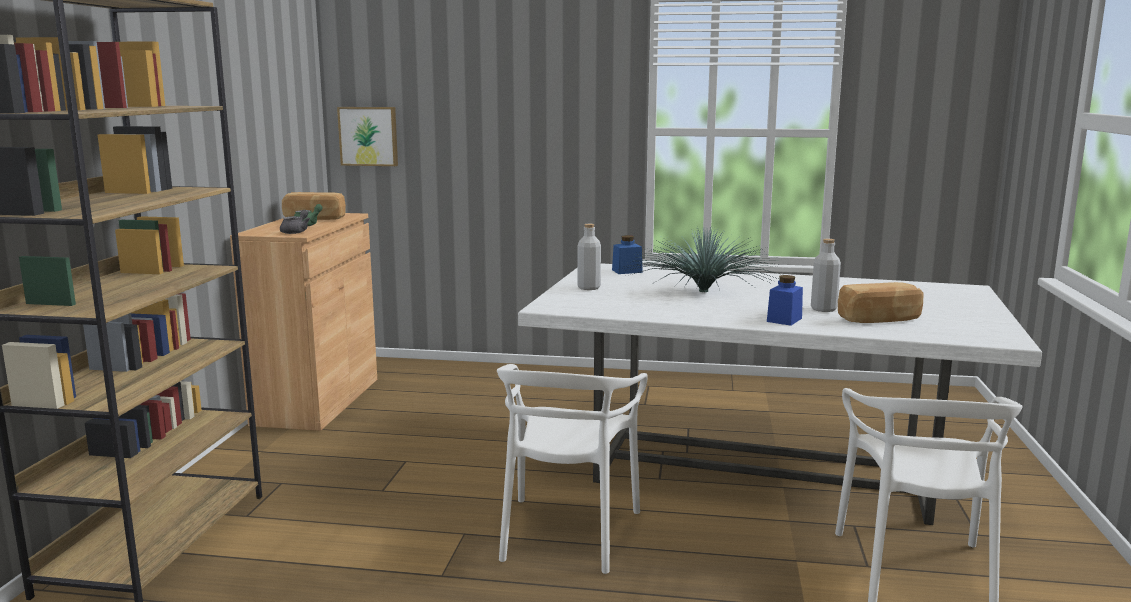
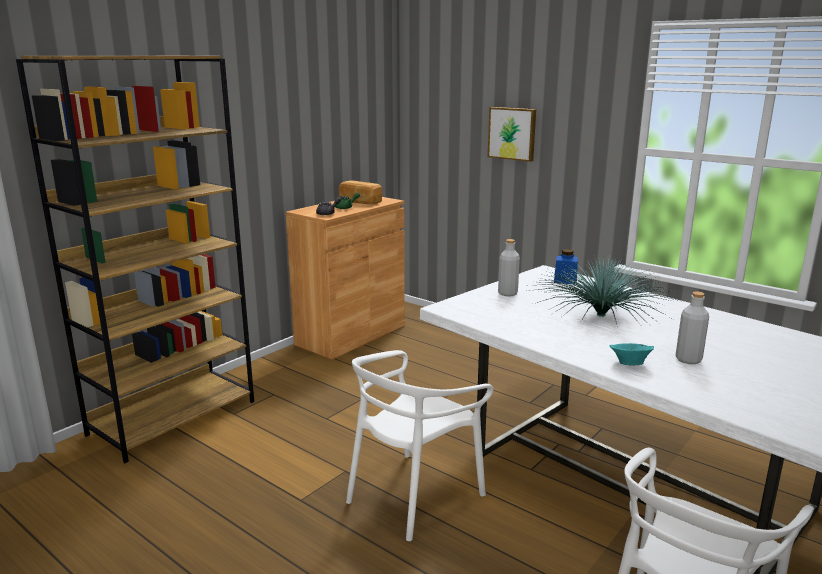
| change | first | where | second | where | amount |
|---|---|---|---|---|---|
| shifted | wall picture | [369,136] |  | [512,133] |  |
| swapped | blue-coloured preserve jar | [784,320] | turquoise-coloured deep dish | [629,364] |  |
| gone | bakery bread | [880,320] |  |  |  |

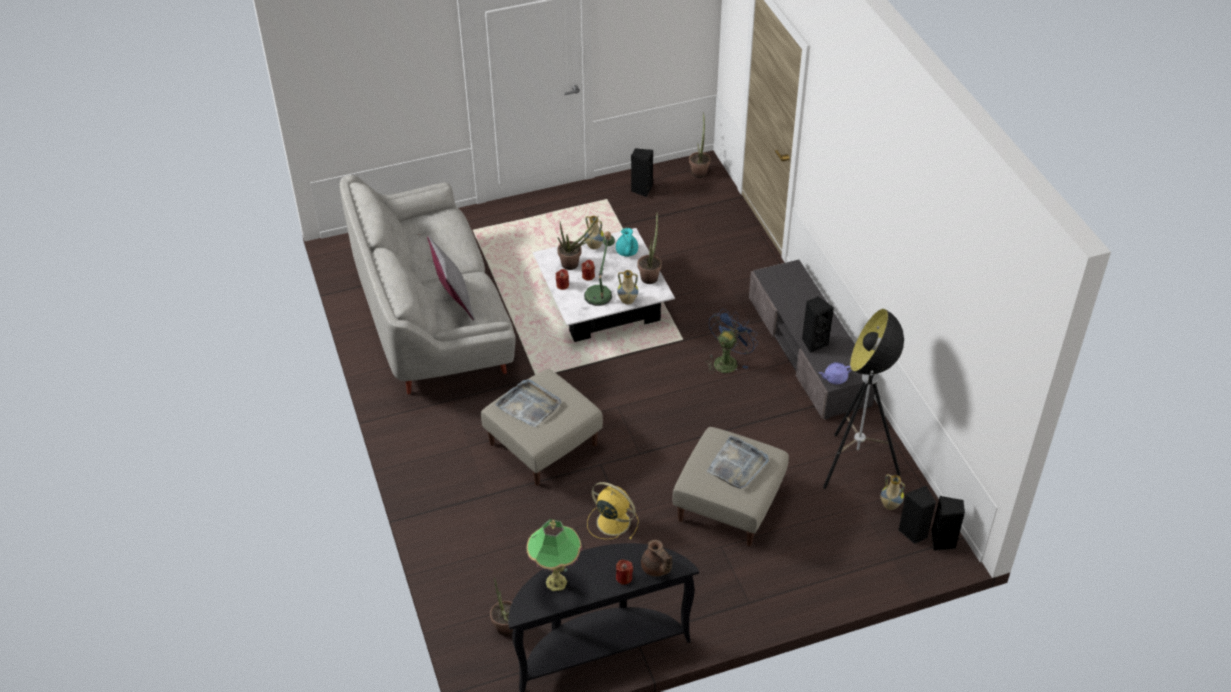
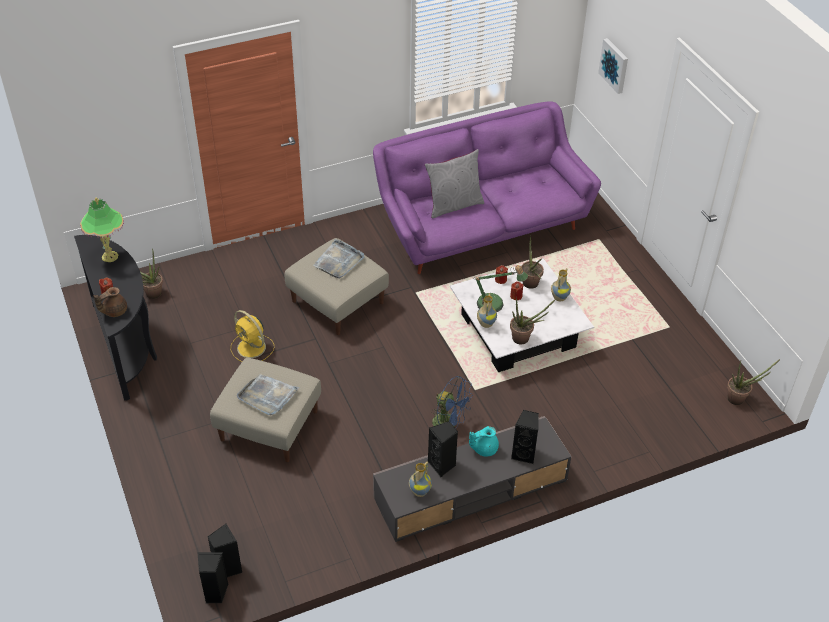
| change | first | where | second | where | amount |
|---|---|---|---|---|---|
| repainted | gray sofa | [433,316] | purple sofa | [482,226] |  |
| rotated | yellowish fan | [612,521] |  | [252,348] | 105 degrees clockwise |
| shifted | turquoise-coloured pot for tea | [627,252] |  | [484,448] |  |
| shifted | black-coloured audio speaker | [641,189] |  | [524,454] |  |
| gone | purple pot for tea | [835,378] |  |  |  |
| gone | floor lamp | [855,466] |  |  |  |
| shifted | decorative vase | [889,505] |  | [419,491] |  |
| new |  |  | wall picture | [614,65] |  |

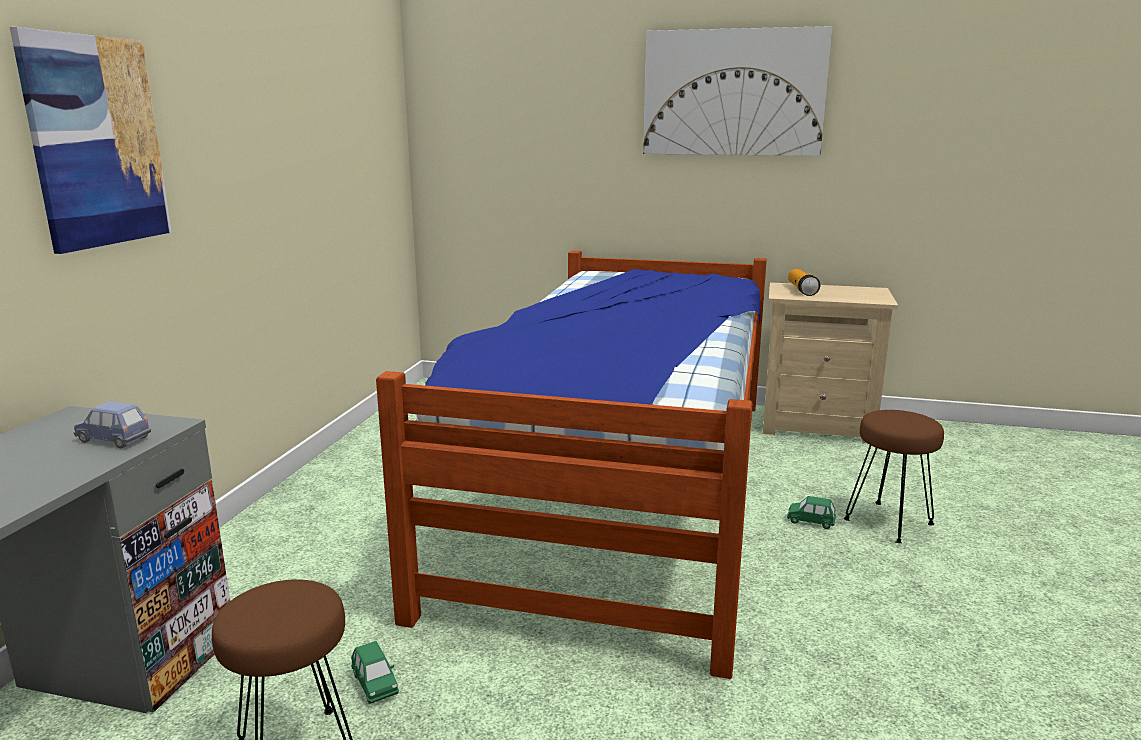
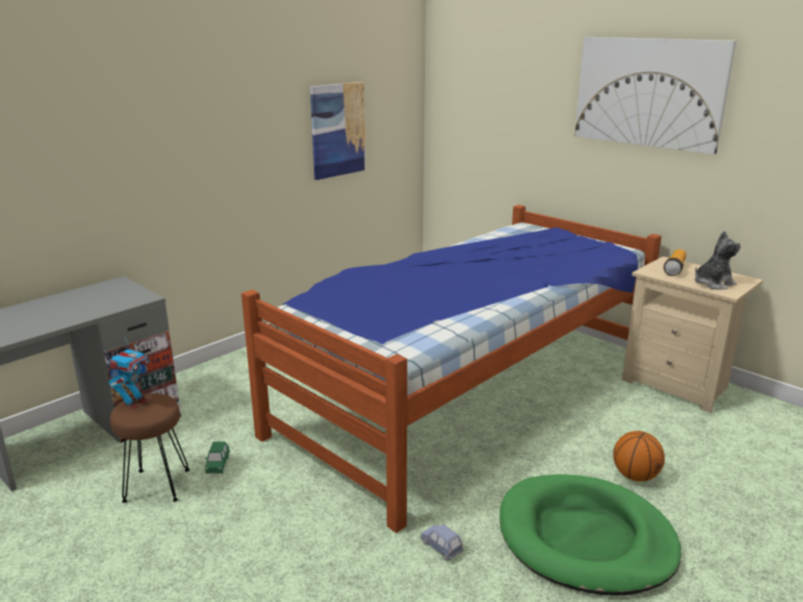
| change | first | where | second | where | amount |
|---|---|---|---|---|---|
| shifted | wall picture | [96,142] |  | [338,130] |  |
| shifted | blue-coloured miniature car | [114,440] |  | [441,547] |  |
| gone | green-coloured miniature car | [810,521] |  |  |  |
| swapped | brown sitting stool | [889,522] | basketball | [635,476] |  |
| new |  |  | robot figure | [134,403] |  |
| new |  |  | green-coloured pet bed | [585,539] |  |
| new |  |  | soft toy | [712,283] |  |

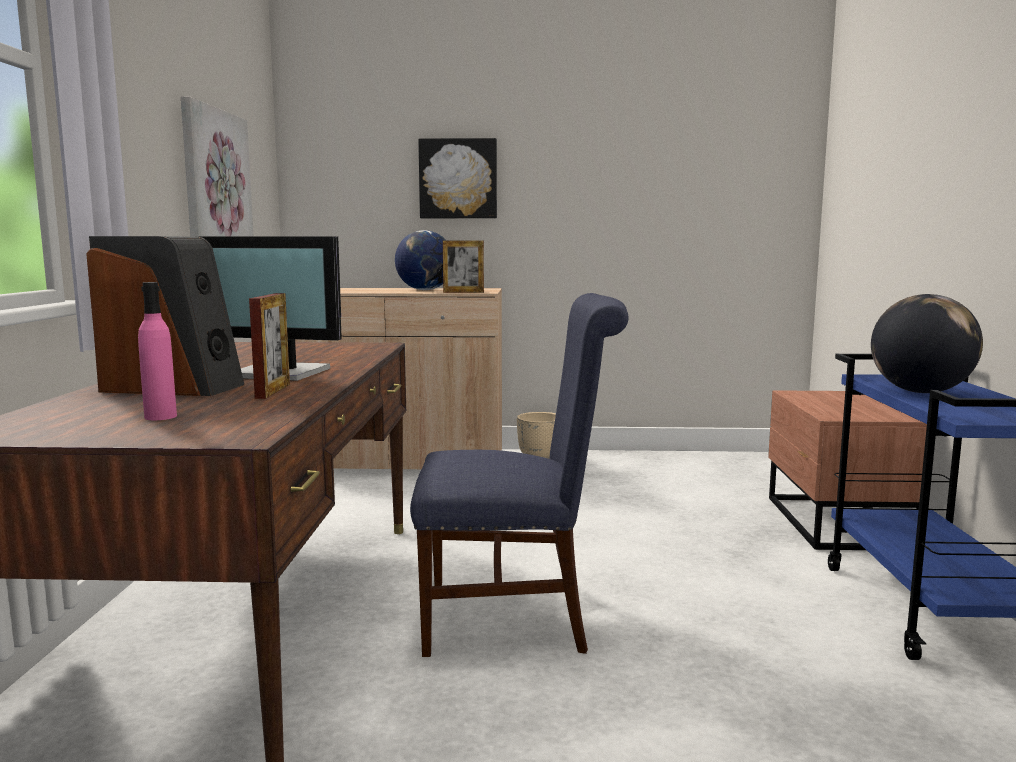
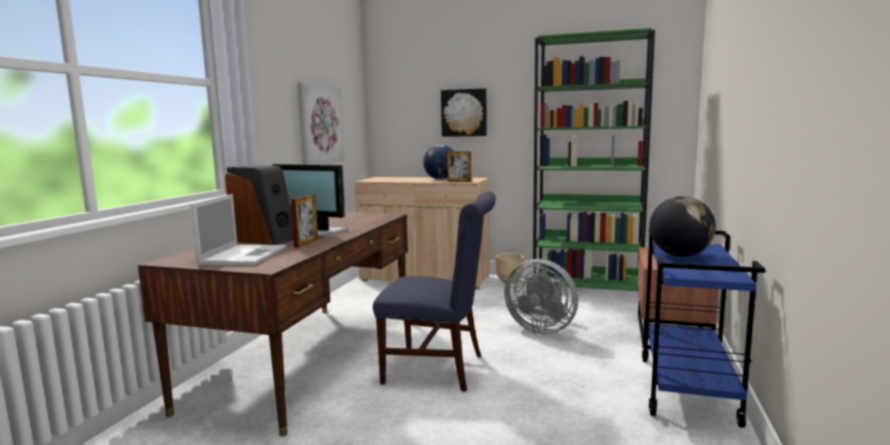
| change | first | where | second | where | amount |
|---|---|---|---|---|---|
| swapped | pink-coloured beverage bottle | [160,417] | portable computer | [244,255] |  |
| new |  |  | gray fan | [541,328] |  |
| new |  |  | green-coloured bookcase | [587,288] |  |

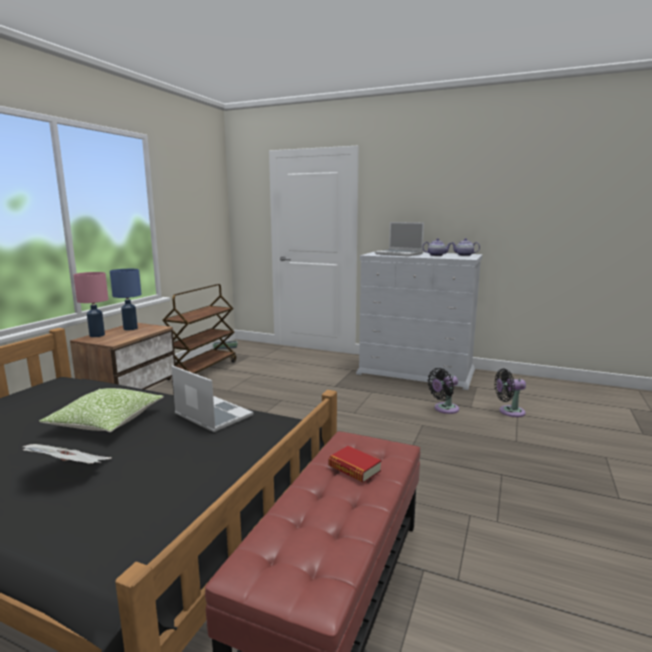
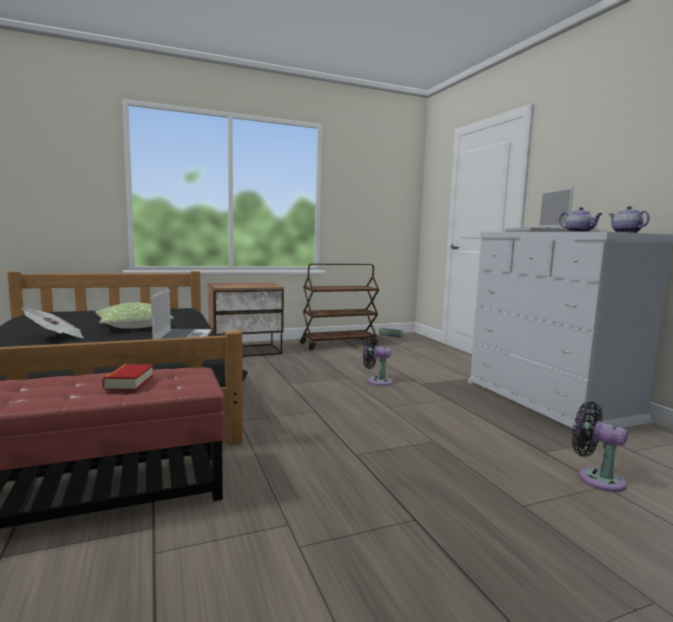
| change | first | where | second | where | amount |
|---|---|---|---|---|---|
| gone | pink-coloured table lamp | [97,335] |  |  |  |
| gone | blue-coloured table lamp | [131,328] |  |  |  |
| shifted | black-coloured fan | [444,409] |  | [377,381] |  |

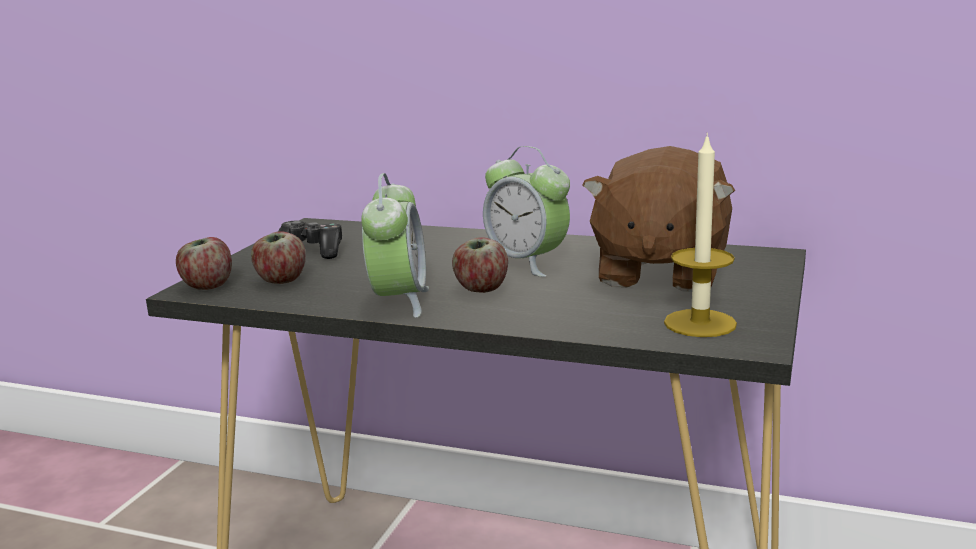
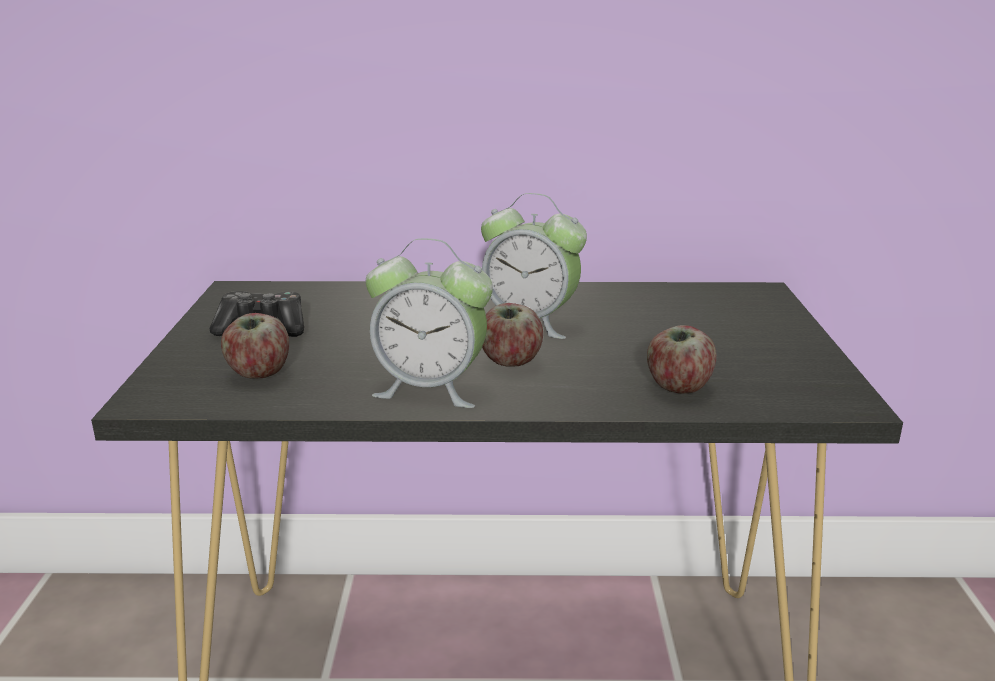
| change | first | where | second | where | amount |
|---|---|---|---|---|---|
| shifted | apple fruit | [207,286] |  | [678,387] |  |
| rotated | alarm clock | [399,302] |  | [431,389] | 120 degrees clockwise |
| gone | brown soft toy | [659,272] |  |  |  |
| gone | wax candle | [700,323] |  |  |  |

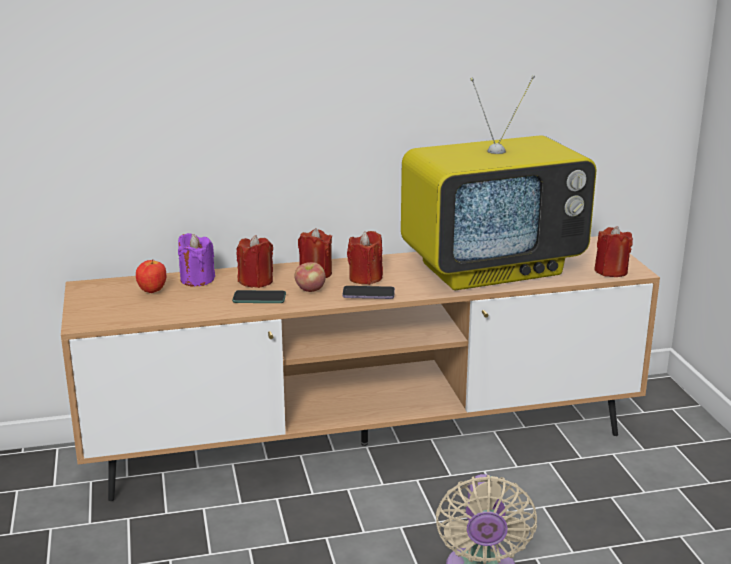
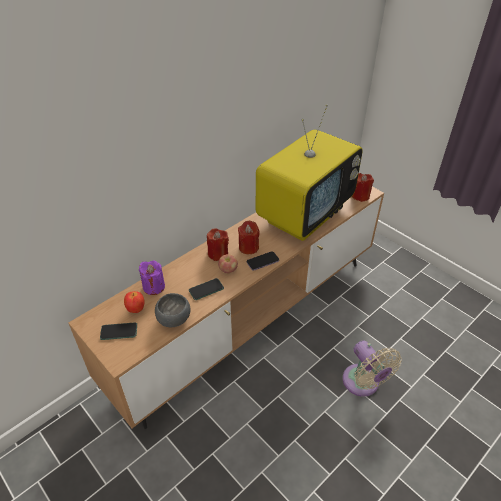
| change | first | where | second | where | amount |
|---|---|---|---|---|---|
| gone | red wax candle | [256,281] |  |  |  |
| new |  |  | telephone | [119,331] |  |
| new |  |  | gray deep dish | [175,319] |  |

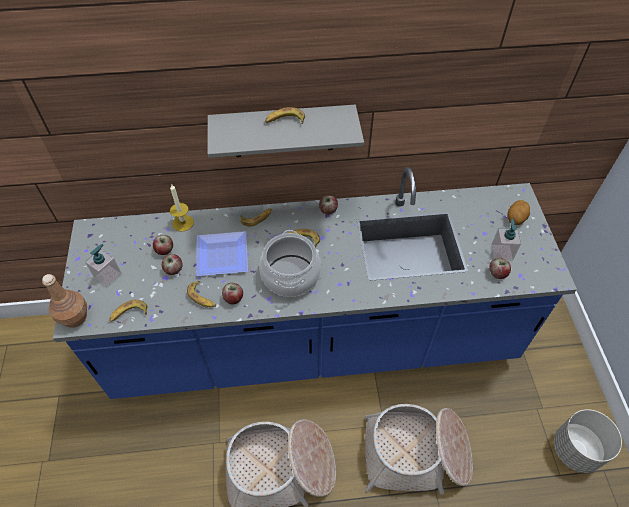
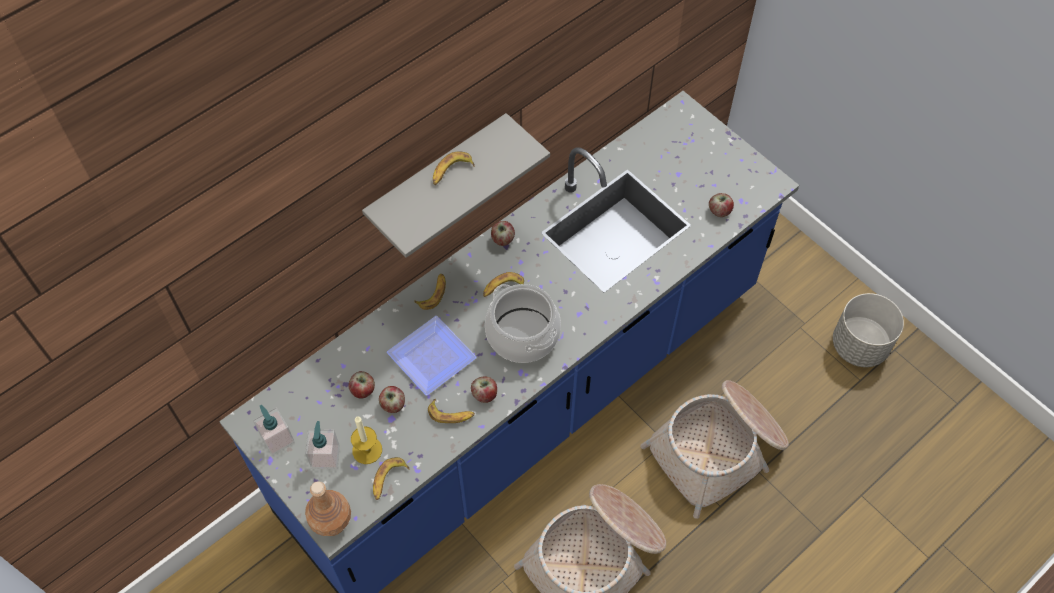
| change | first | where | second | where | amount |
|---|---|---|---|---|---|
| shifted | wax candle | [183,223] |  | [367,450] |  |
| shifted | soap dispenser | [501,252] |  | [277,439] |  |
| gone | spud | [516,219] |  |  |  |

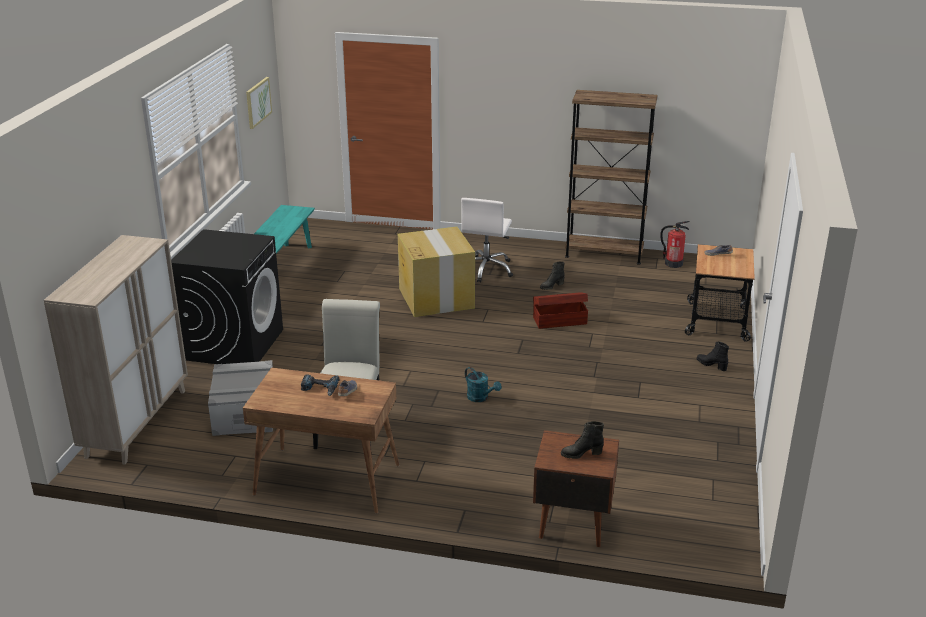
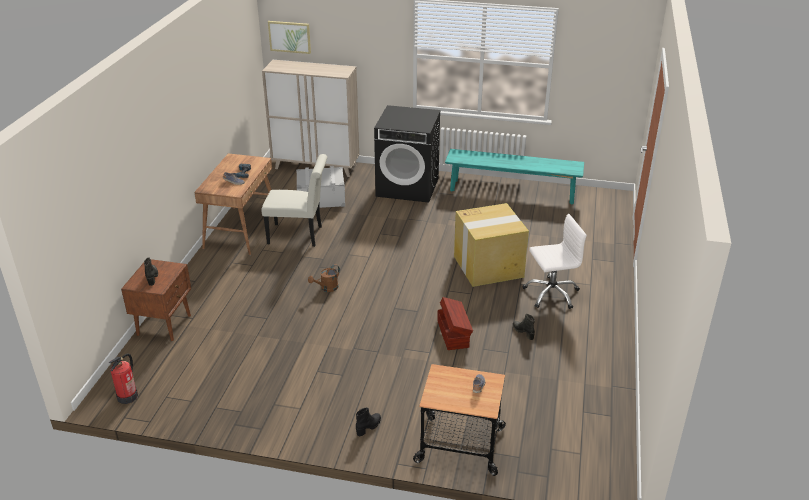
| change | first | where | second | where | amount |
|---|---|---|---|---|---|
| shifted | wall picture | [258,102] |  | [289,37] |  |
| rotated | whitish computer chair | [486,269] |  | [551,293] | 150 degrees clockwise |
| repainted | turquoise-coloured watering can | [480,398] | brown watering can | [327,288] |  |
| gone | brown bookcase | [604,253] |  |  |  |
| shifted | extinguisher | [673,263] |  | [128,396] |  |

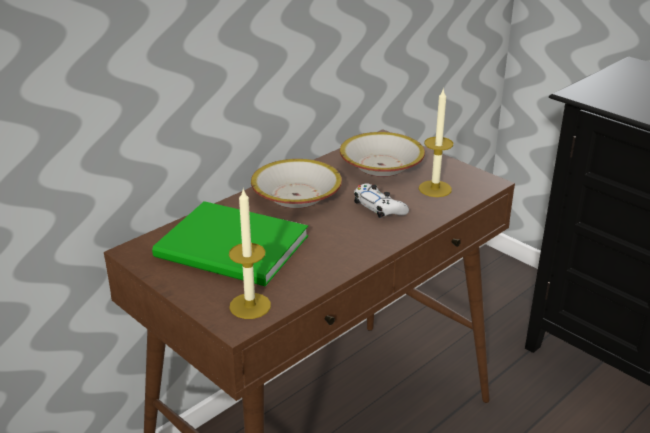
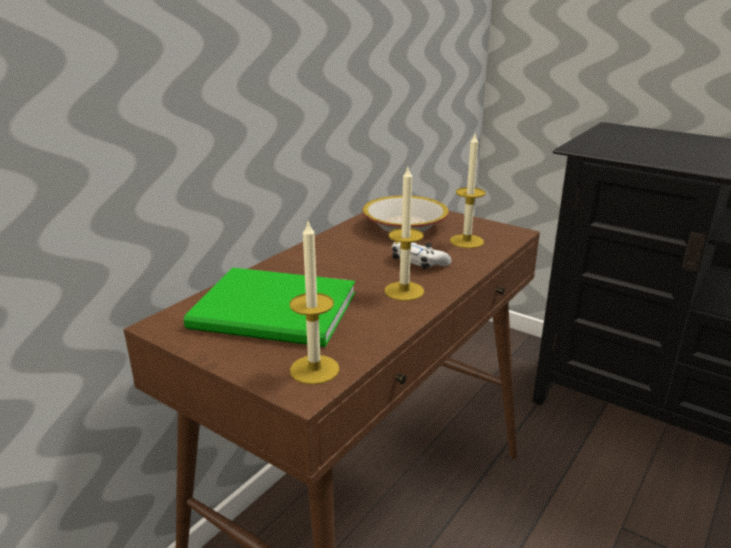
| change | first | where | second | where | amount |
|---|---|---|---|---|---|
| gone | deep dish | [296,196] |  |  |  |
| new |  |  | wax candle | [404,291] |  |

